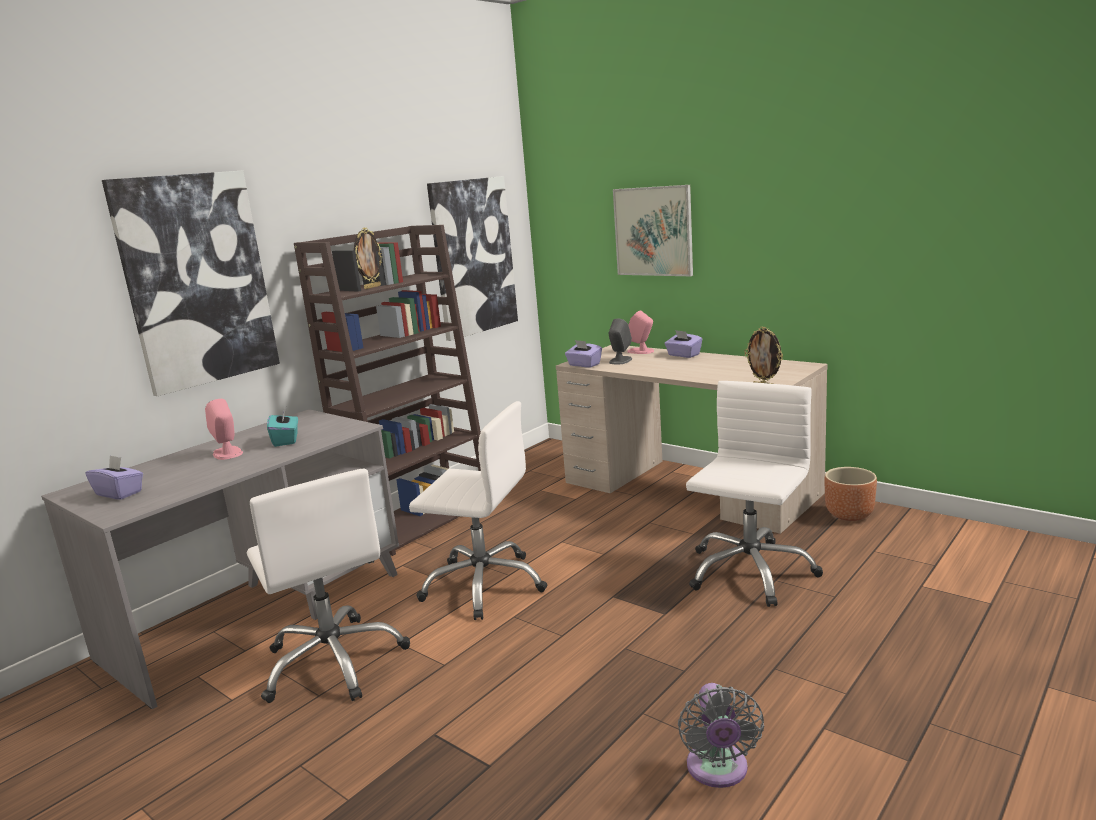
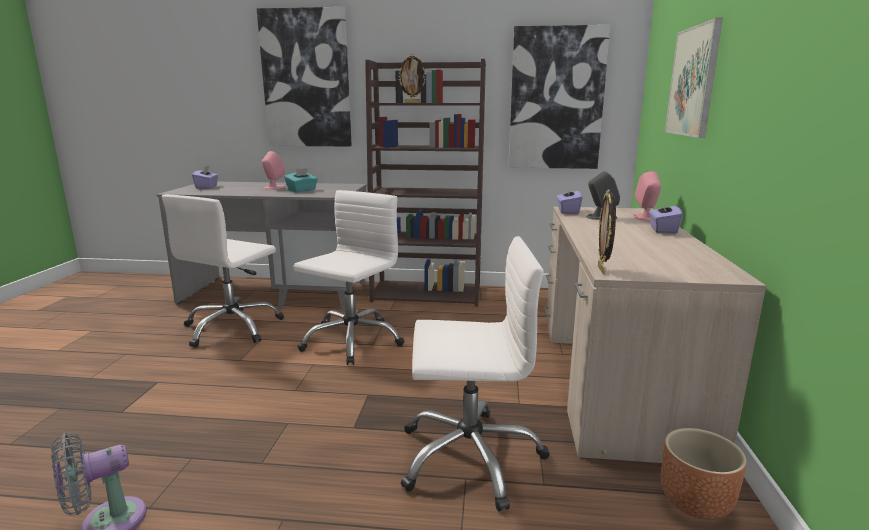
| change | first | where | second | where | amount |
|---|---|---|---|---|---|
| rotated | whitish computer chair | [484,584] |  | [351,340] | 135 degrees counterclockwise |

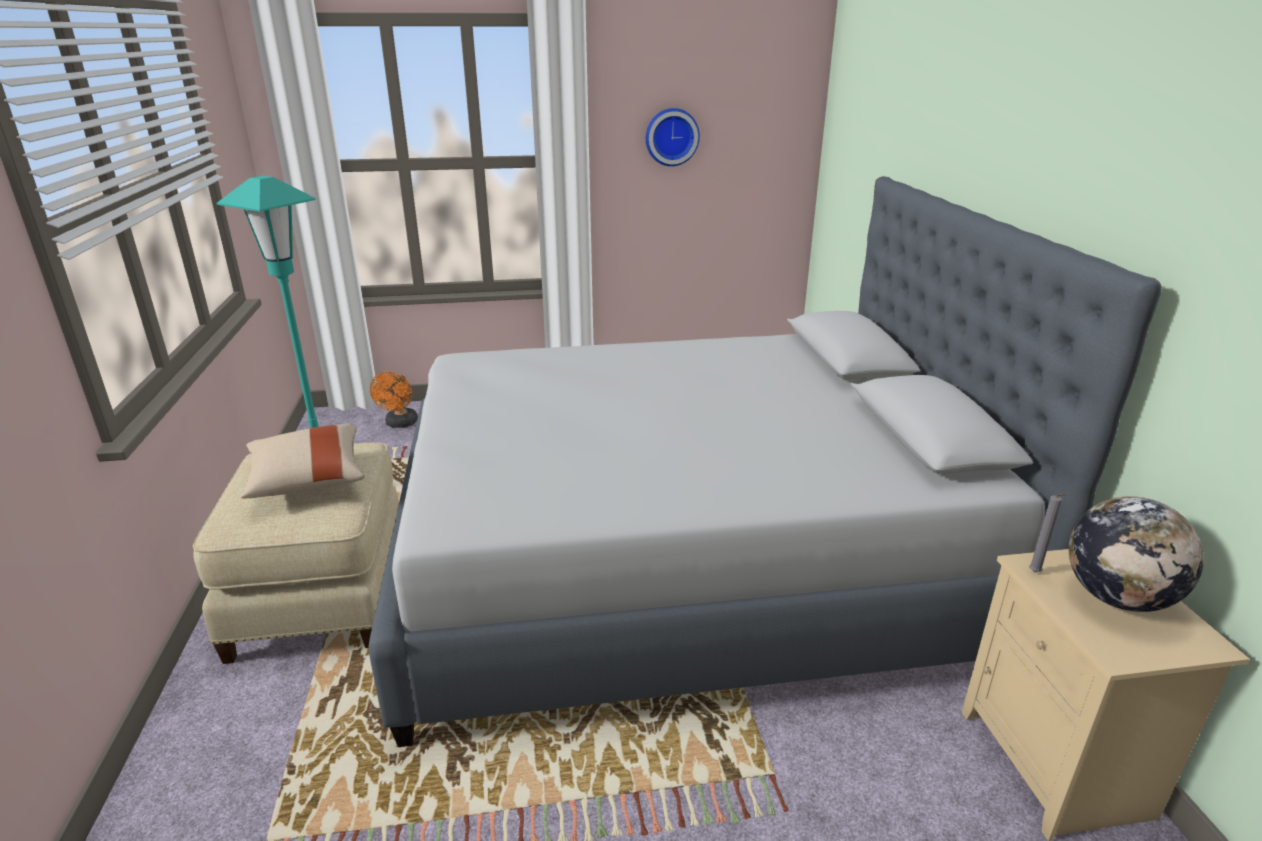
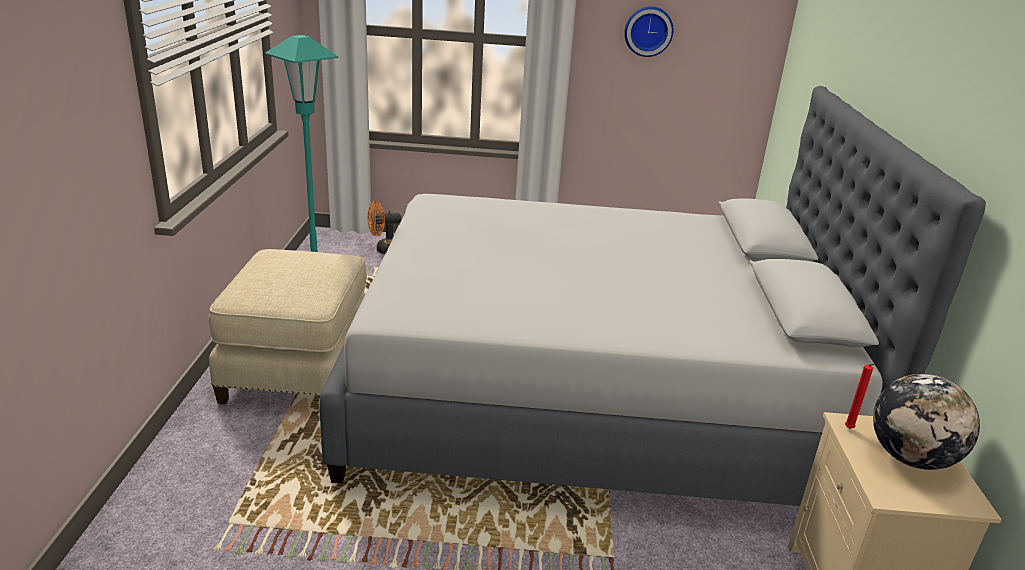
| change | first | where | second | where | amount |
|---|---|---|---|---|---|
| gone | beige-coloured pillow | [308,479] |  |  |  |
| rotated | orange-coloured fan | [400,424] |  | [384,250] | 60 degrees clockwise |
| repainted | gray wax candle | [1035,573] | red wax candle | [849,429] |  |

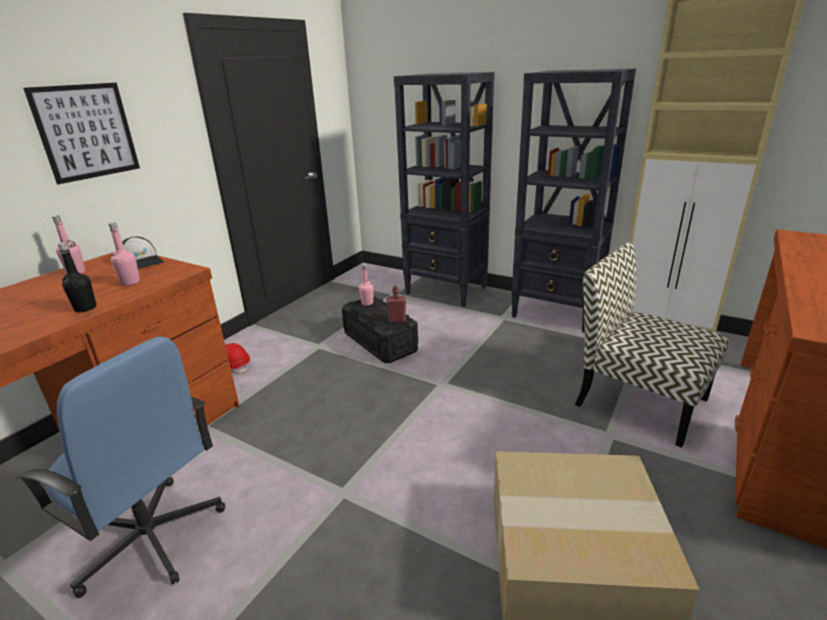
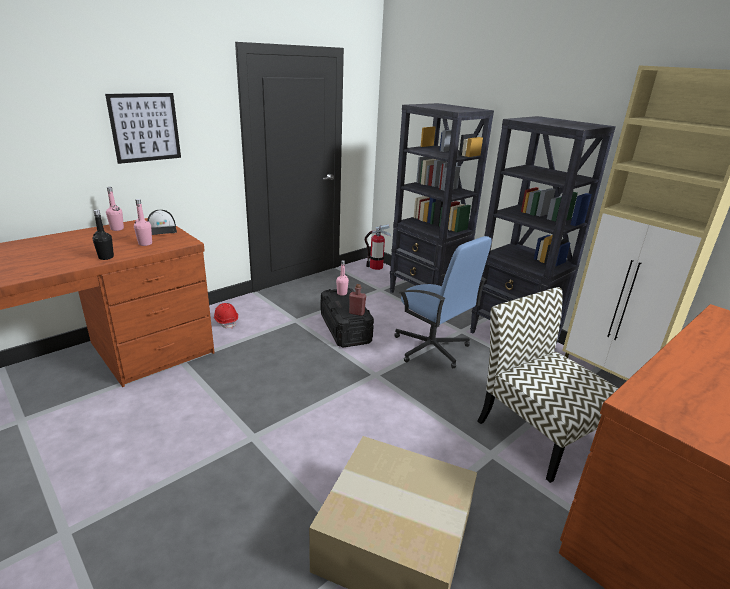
| change | first | where | second | where | amount |
|---|---|---|---|---|---|
| shifted | blue-coloured computer chair | [150,538] |  | [431,348] |  |
| new |  |  | extinguisher | [376,267] |  |

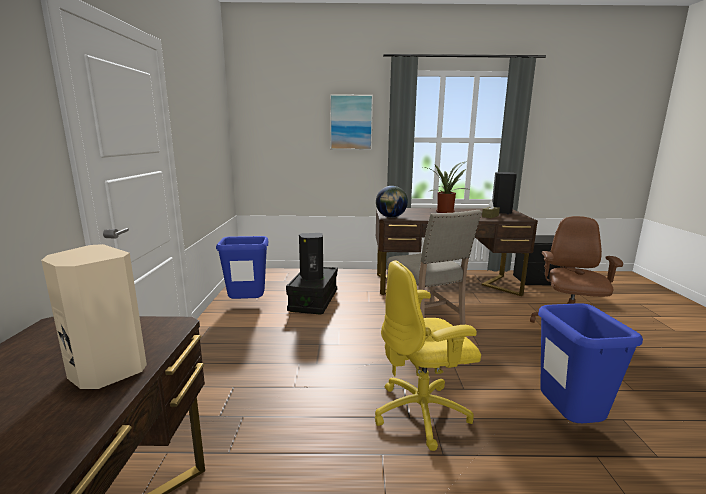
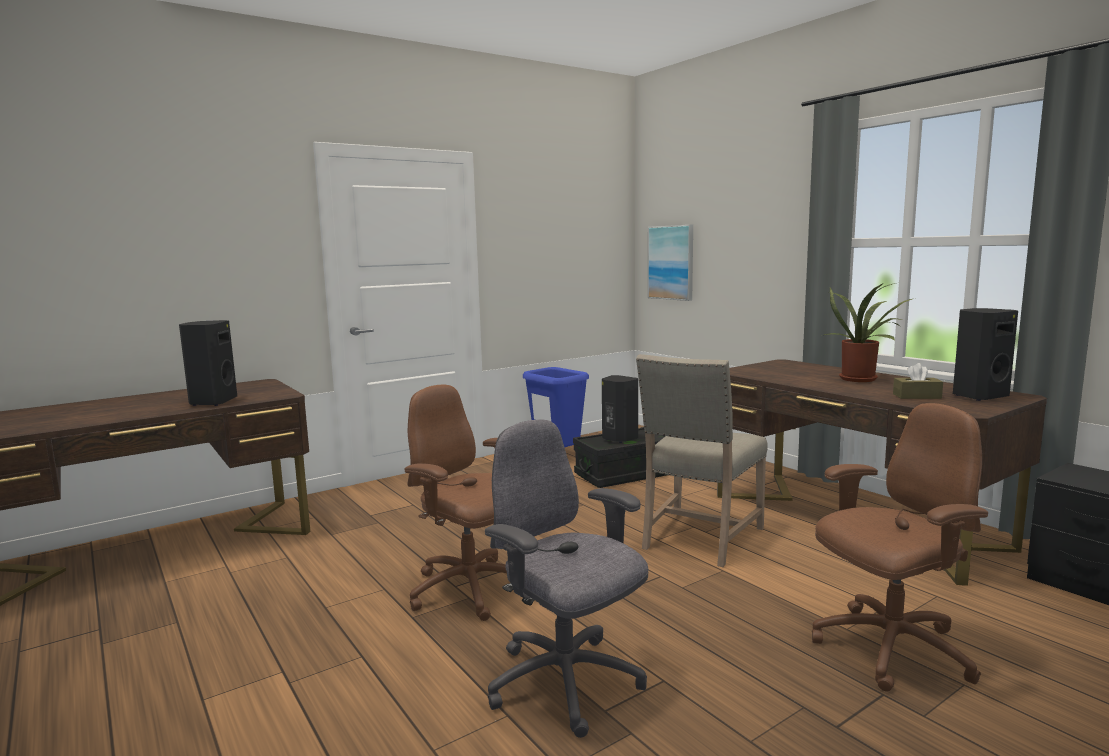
| change | first | where | second | where | amount |
|---|---|---|---|---|---|
| repainted | beige-coloured audio speaker | [105,372] | black-coloured audio speaker | [212,402] |  |
| shifted | wall picture | [351,122] |  | [671,262] |  |
| repainted | yellowish computer chair | [422,413] | brown computer chair | [470,590] |  |
| gone | desk globe | [391,217] |  |  |  |
| swapped | blue-coloured trash can | [567,421] | gray computer chair | [566,684] |  |

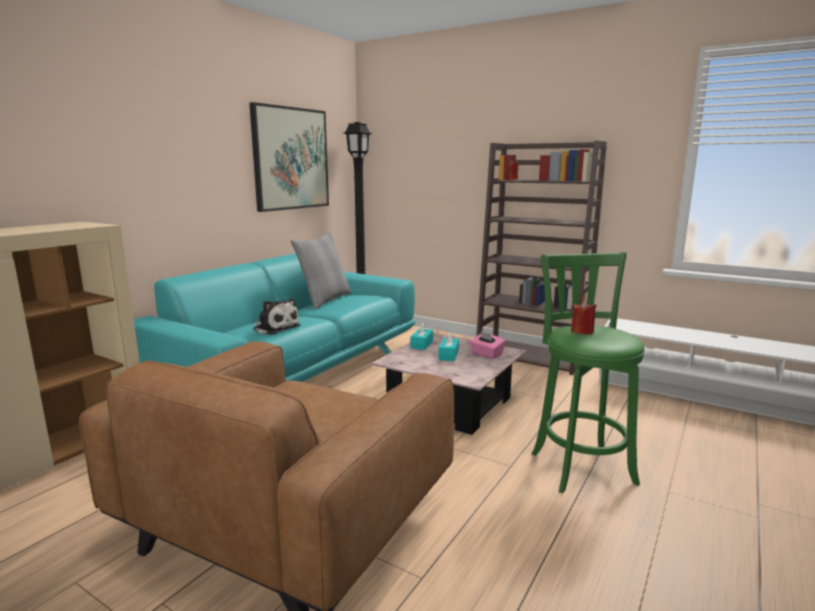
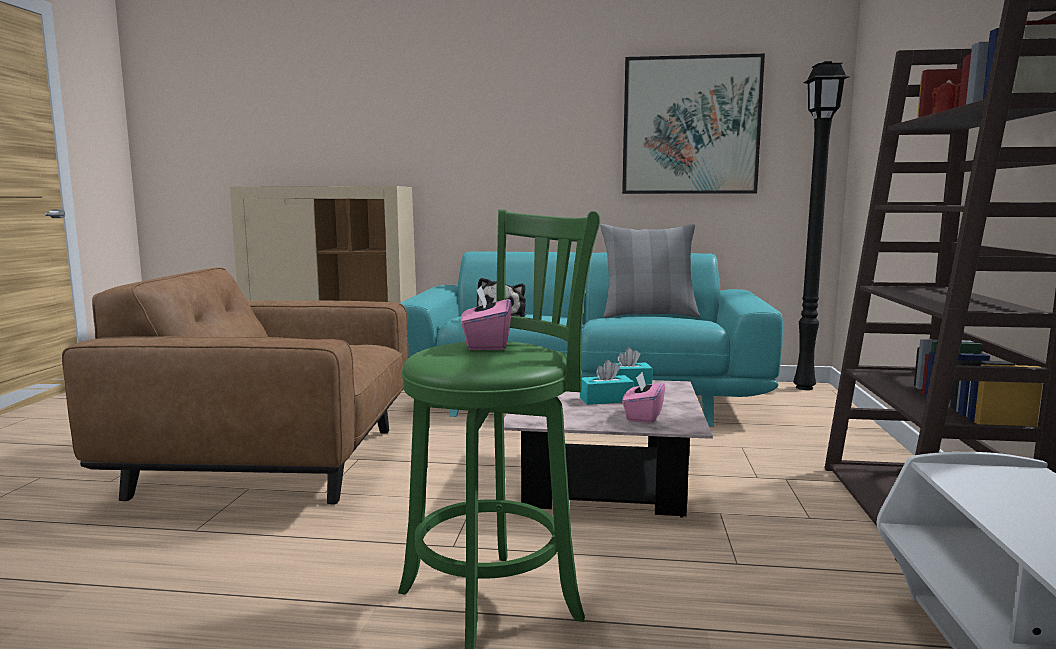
| change | first | where | second | where | amount |
|---|---|---|---|---|---|
| swapped | red wax candle | [582,331] | pink-coloured tissue holder | [486,344] |  |

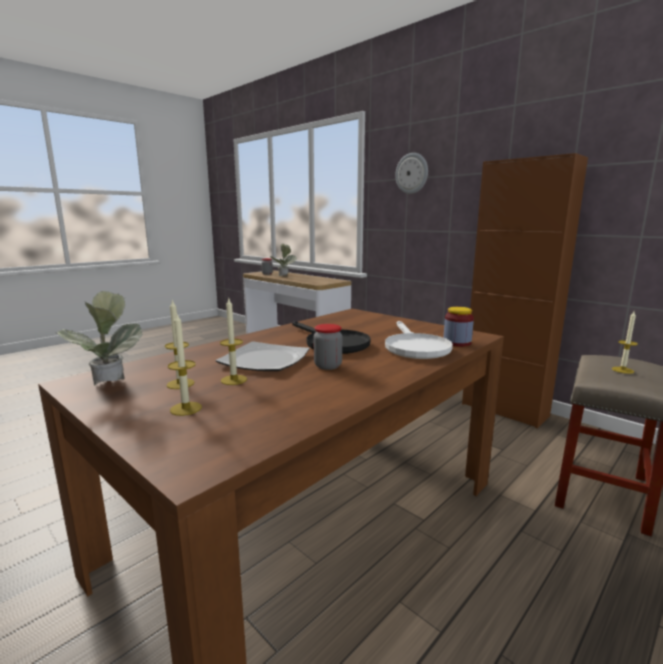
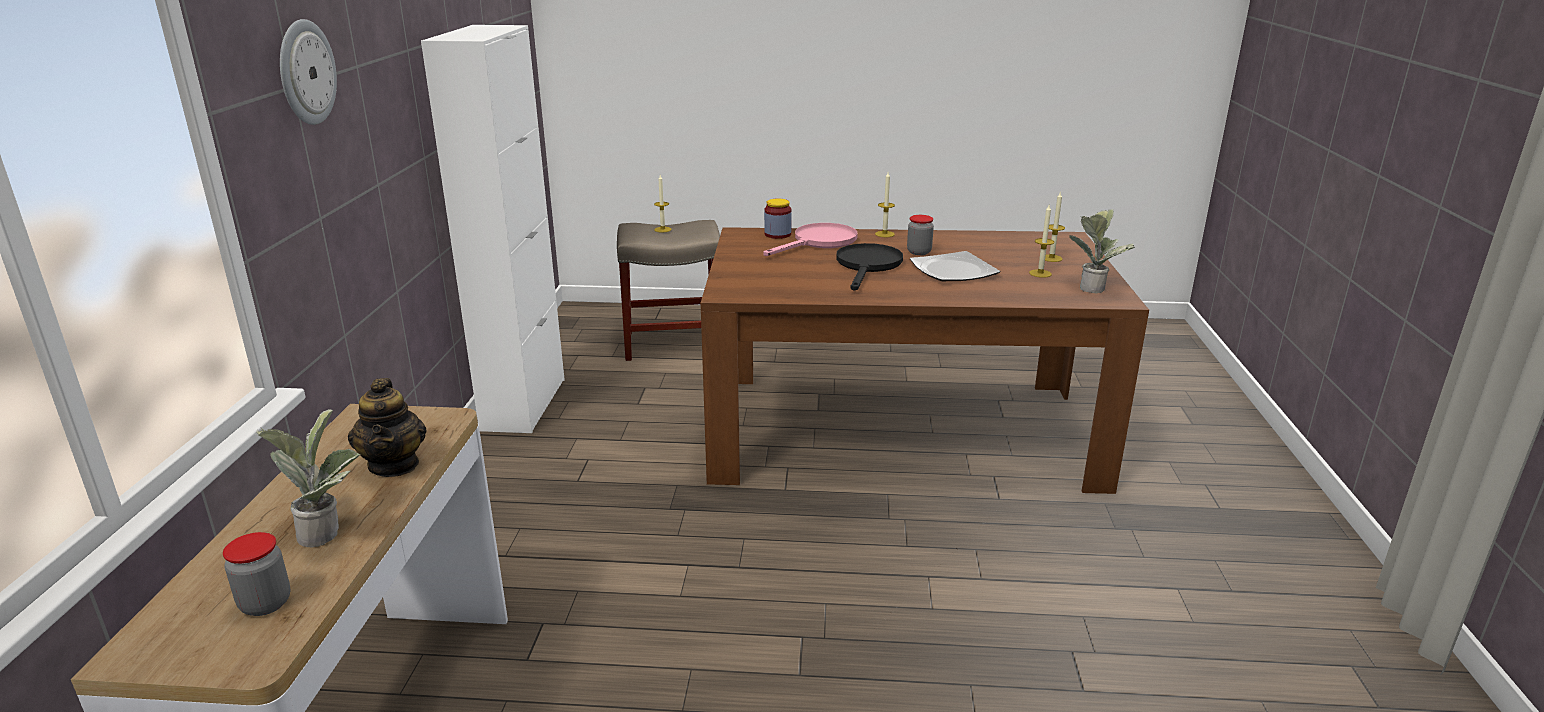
| change | first | where | second | where | amount |
|---|---|---|---|---|---|
| shifted | wax candle | [234,380] |  | [884,234] |  |
| repainted | whitish skillet | [414,347] | pink-coloured skillet | [819,242] |  |
| repainted | brown cupboard | [504,410] | whitish cupboard | [524,404] |  |
| new |  |  | pot for tea | [394,465] |  |

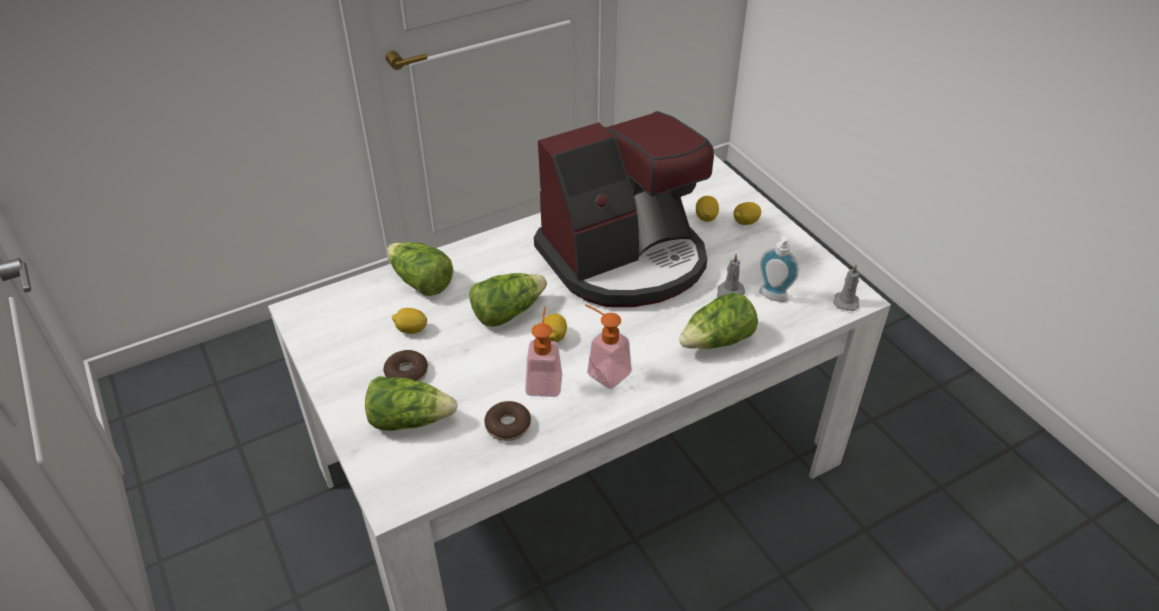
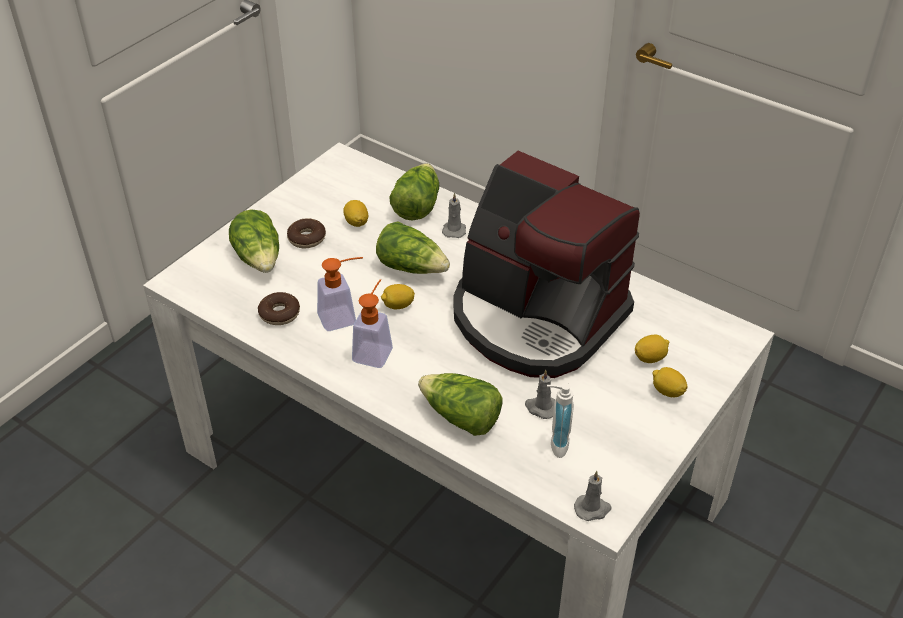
| change | first | where | second | where | amount |
|---|---|---|---|---|---|
| new |  |  | gray wax candle | [454,230] |  |

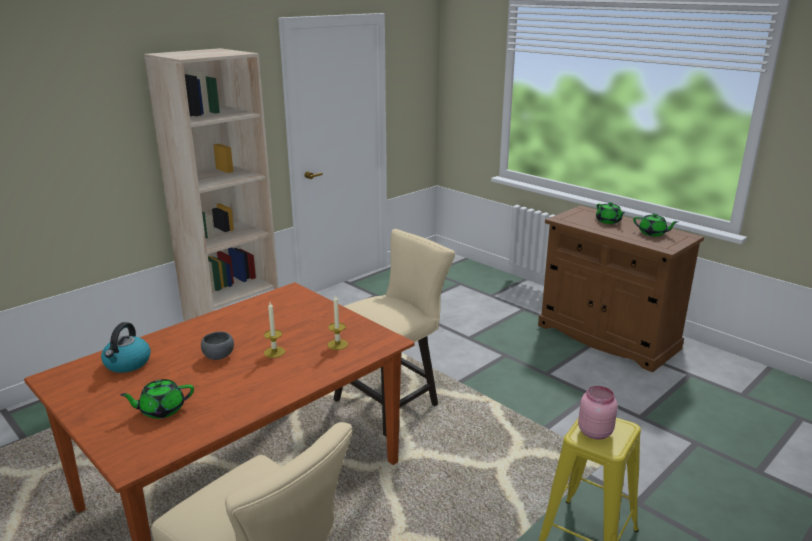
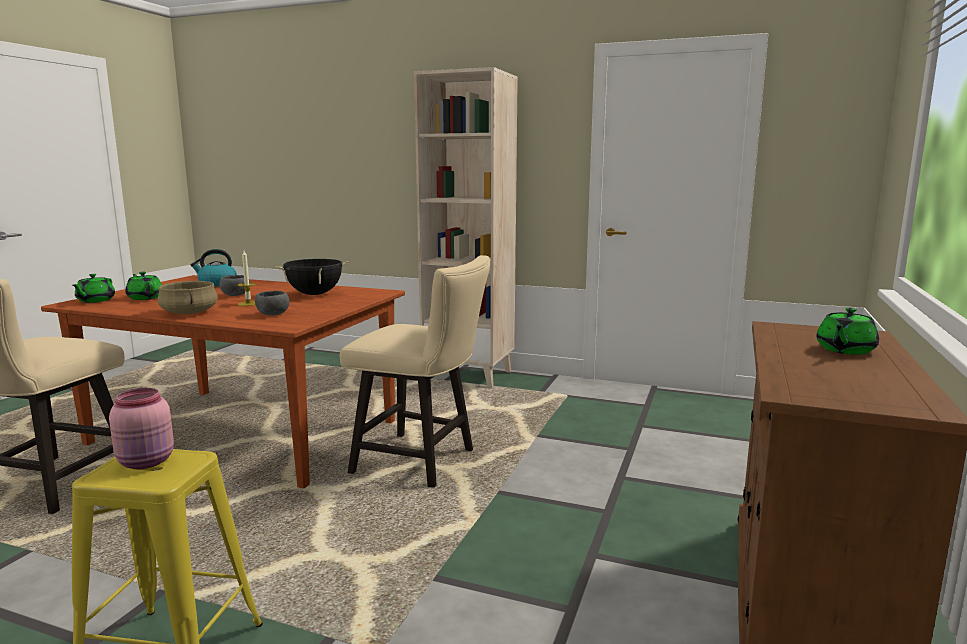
| change | first | where | second | where | amount |
|---|---|---|---|---|---|
| swapped | wax candle | [337,344] | gray deep dish | [272,314] |  |
| shifted | green-coloured pot for tea | [652,233] |  | [95,301] |  |
| new |  |  | beige-coloured saucepot | [189,313] |  |
| new |  |  | black-coloured saucepot | [315,294] |  |

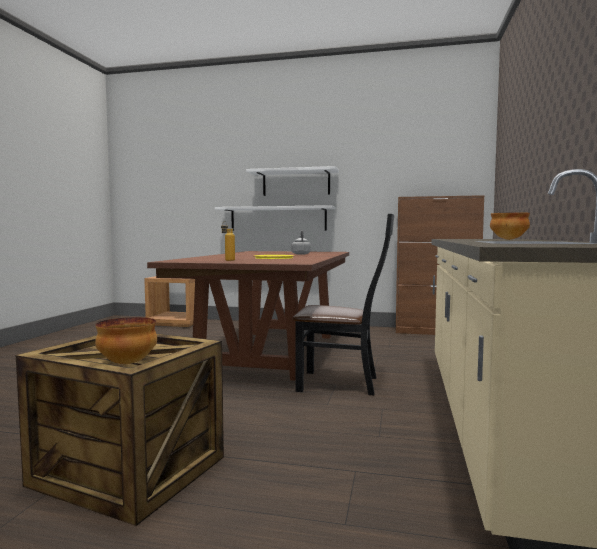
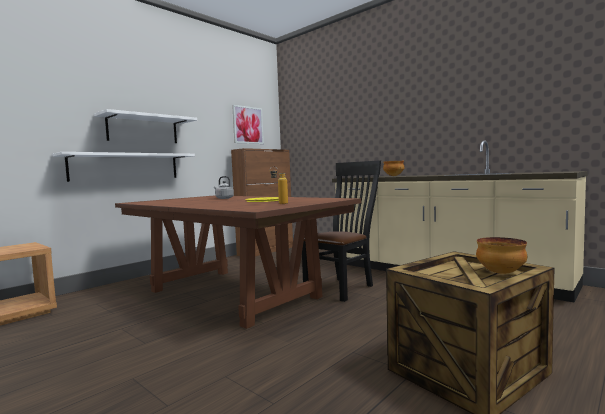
| change | first | where | second | where | amount |
|---|---|---|---|---|---|
| new |  |  | wall picture | [248,125] |  |

